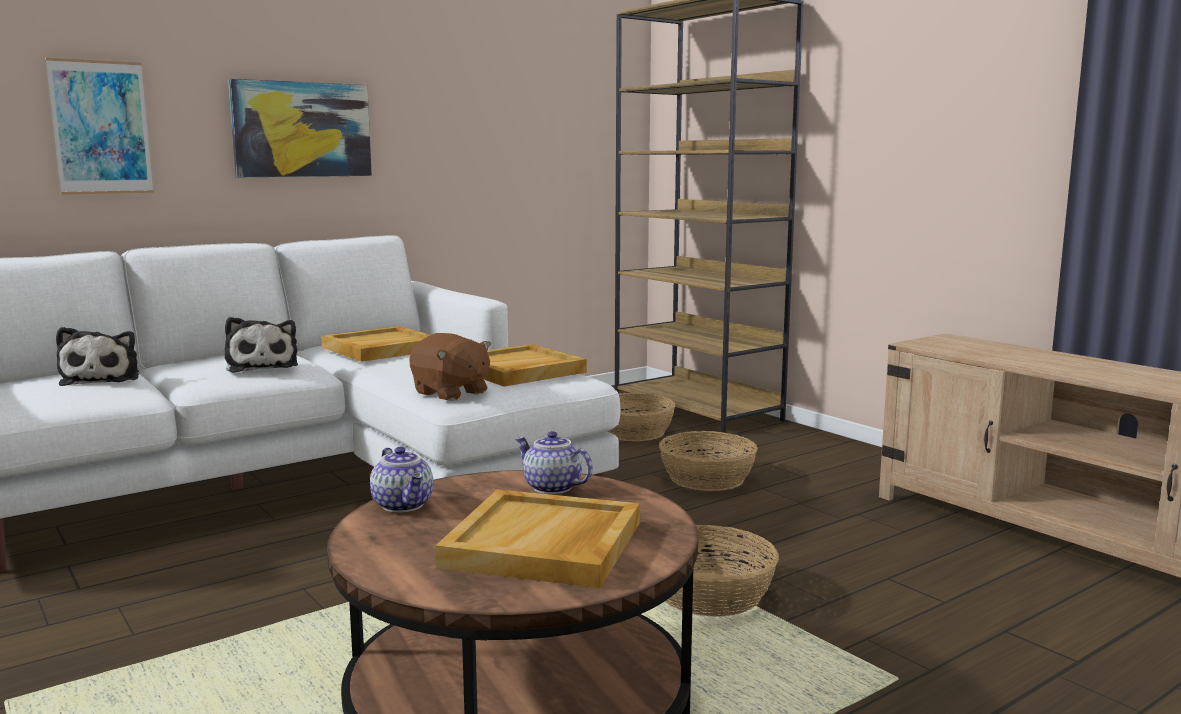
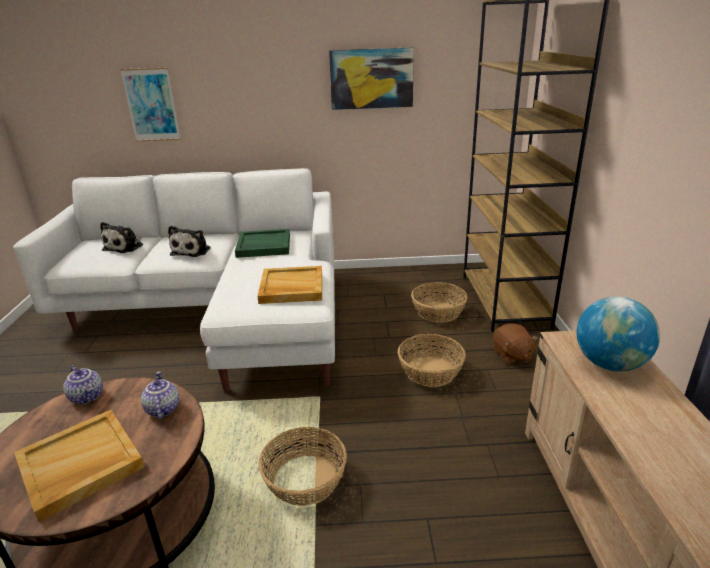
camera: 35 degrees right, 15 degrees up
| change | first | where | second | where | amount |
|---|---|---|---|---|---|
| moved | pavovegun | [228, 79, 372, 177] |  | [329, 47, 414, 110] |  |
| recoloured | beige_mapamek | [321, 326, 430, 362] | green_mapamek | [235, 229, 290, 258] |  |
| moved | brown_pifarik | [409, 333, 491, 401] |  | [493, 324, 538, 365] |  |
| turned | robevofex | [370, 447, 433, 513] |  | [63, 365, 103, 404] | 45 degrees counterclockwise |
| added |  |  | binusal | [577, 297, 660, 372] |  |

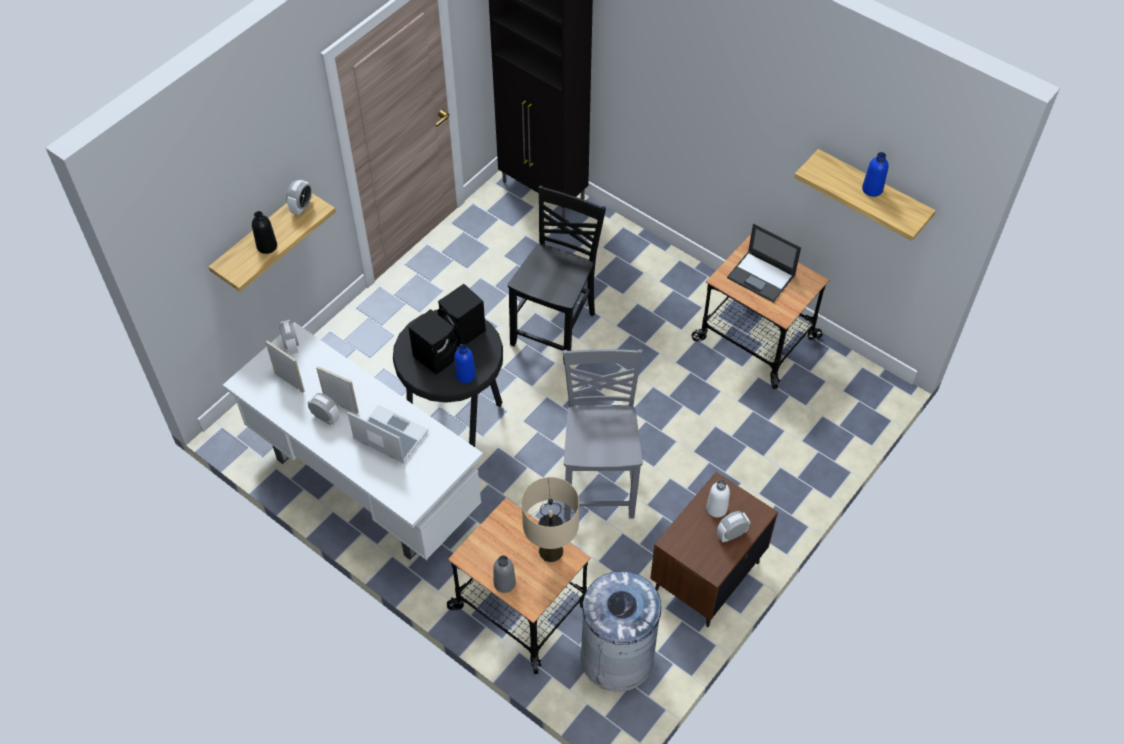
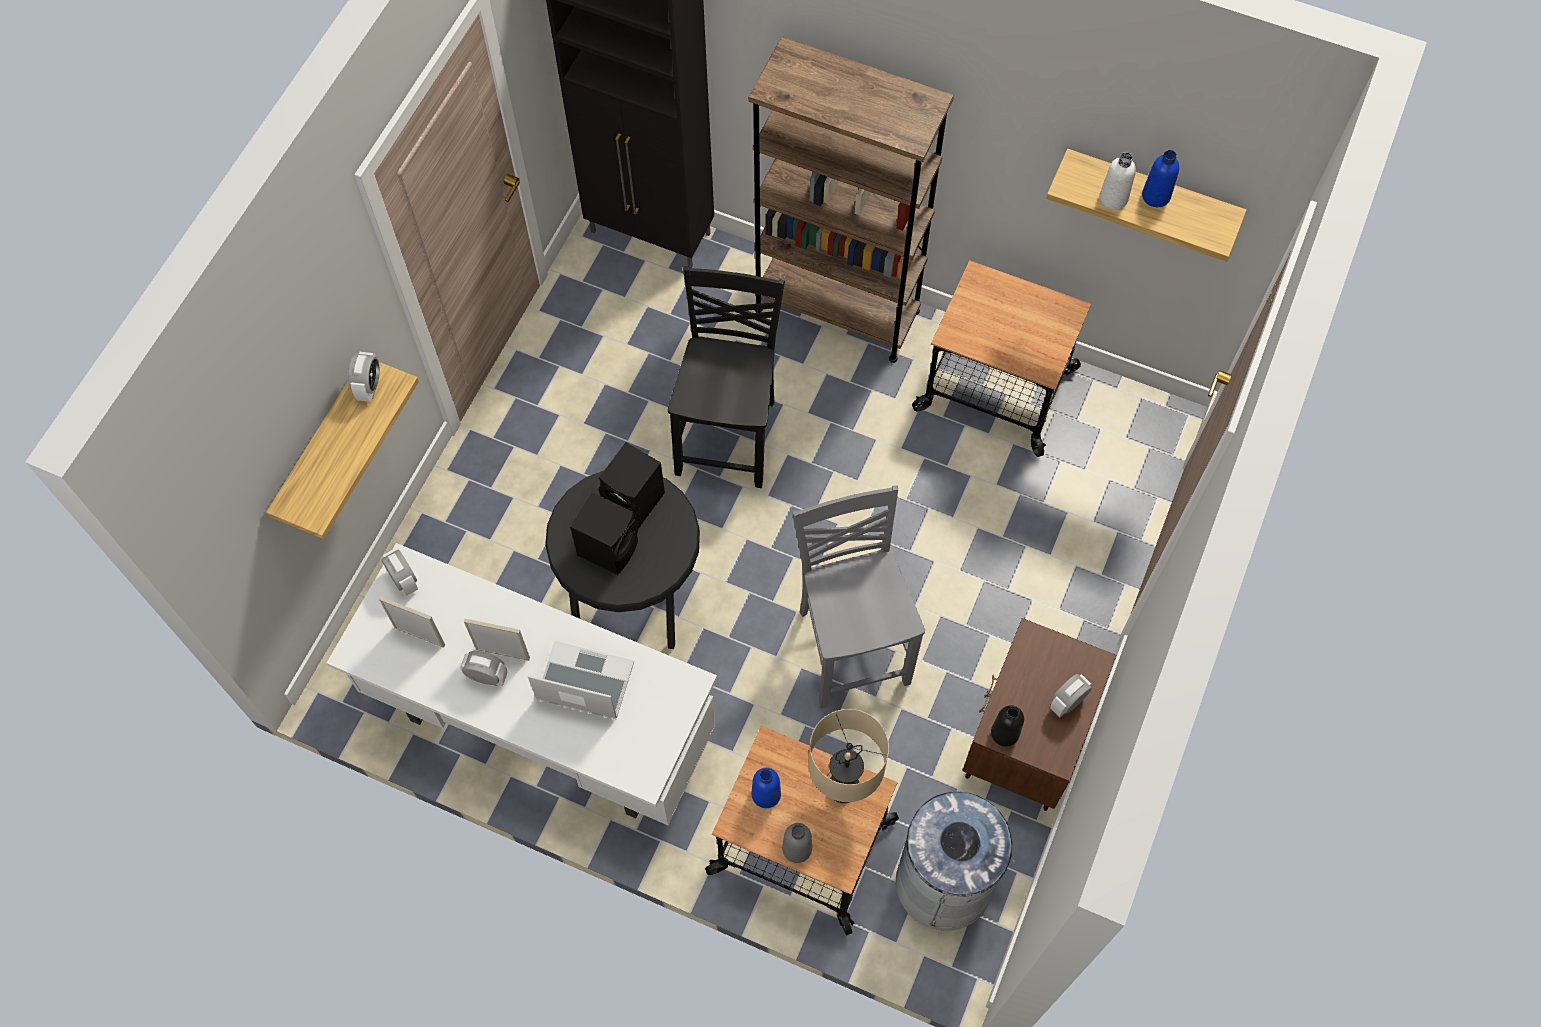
camera: 15 degrees left, 10 degrees up
| change | first | where | second | where | amount |
|---|---|---|---|---|---|
| moved | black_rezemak | [252, 211, 277, 254] |  | [991, 705, 1024, 747] |  |
| removed | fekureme | [727, 224, 801, 303] |  |  |  |
| moved | blue_rezemak | [455, 344, 476, 383] |  | [752, 768, 781, 808] |  |
| moved | white_rezemak | [706, 480, 730, 518] |  | [1100, 152, 1136, 210] |  |
| added |  |  | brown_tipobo | [748, 37, 954, 363] |  |

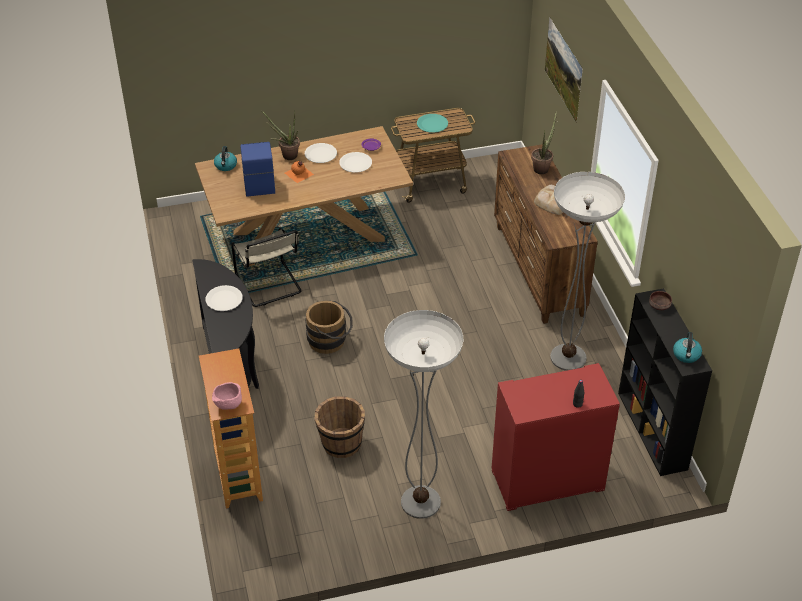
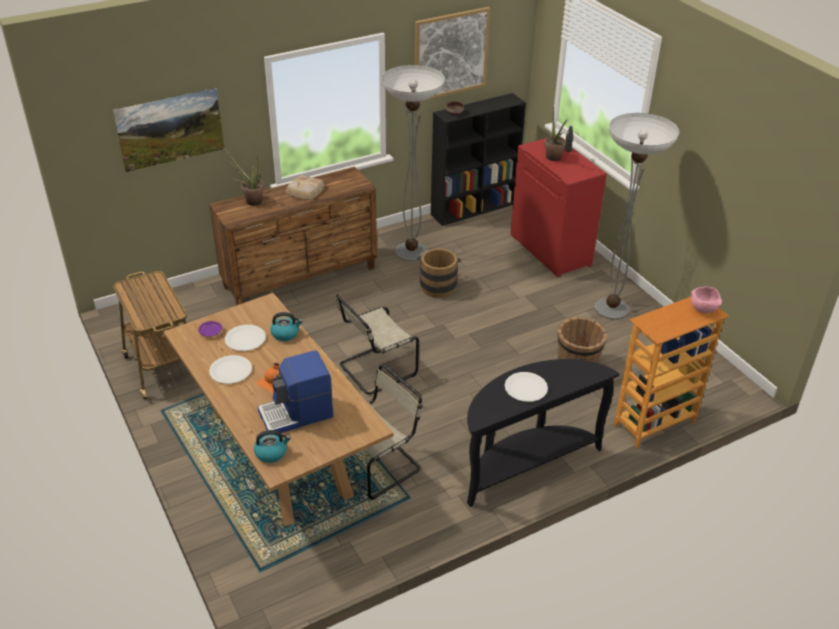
camera: 105 degrees left, 5 degrees down
| change | first | where | second | where | amount |
|---|---|---|---|---|---|
| moved | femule | [261, 110, 300, 160] |  | [544, 107, 567, 161] |  |
| removed | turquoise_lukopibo | [417, 114, 448, 133] |  |  |  |
| moved | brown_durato | [305, 301, 353, 354] |  | [417, 248, 461, 298] |  |
| moved | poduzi | [673, 332, 702, 363] |  | [270, 312, 303, 341] |  |
| added |  |  | pavovegun | [415, 7, 490, 100] |  |
| added |  |  | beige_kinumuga | [336, 294, 419, 395] |  |

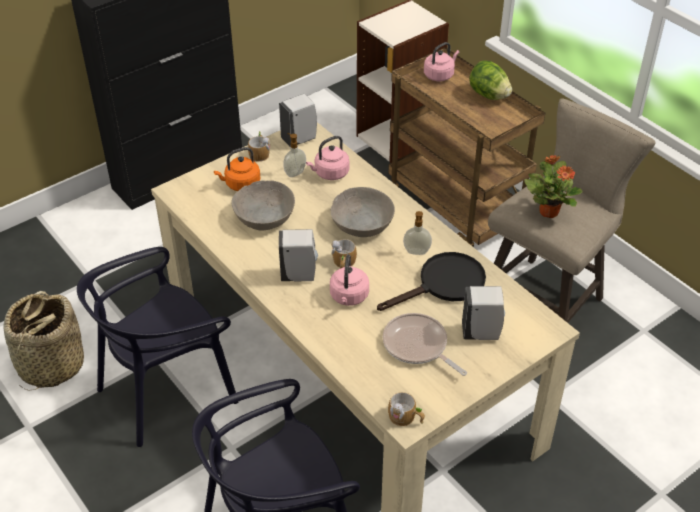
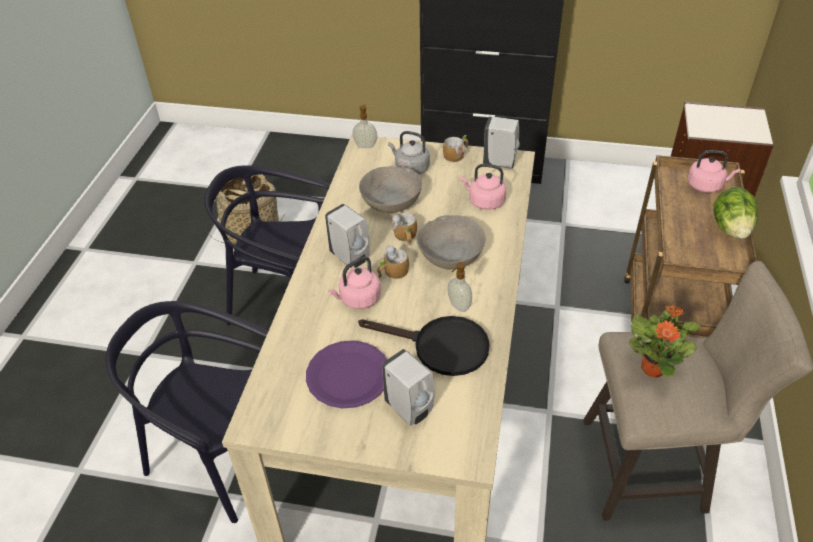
camera: 50 degrees right, 0 degrees up
| change | first | where | second | where | amount |
|---|---|---|---|---|---|
| moved | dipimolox | [283, 133, 306, 177] |  | [352, 104, 377, 148] |  |
| recoloured | orange_poduzi | [214, 147, 260, 191] | grey_poduzi | [388, 131, 430, 175] |  |
| replaced | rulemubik | [383, 313, 467, 376] | purple_lukopibo | [306, 340, 387, 408] |  |
| moved | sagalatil | [388, 392, 425, 426] |  | [392, 213, 417, 245] |  |

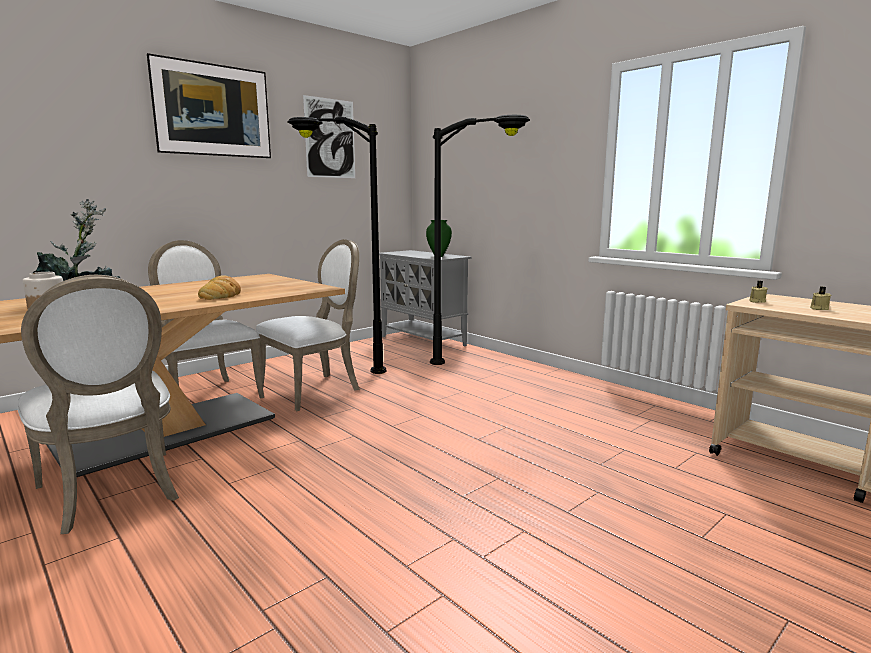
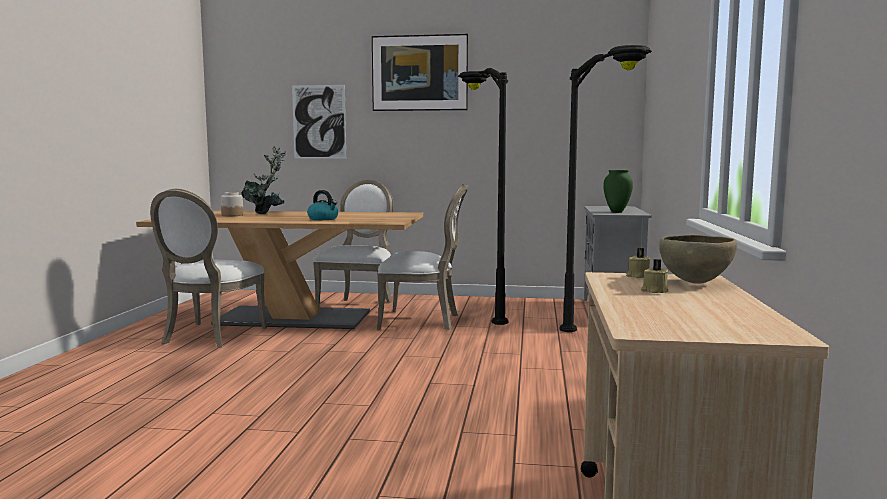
camera: 50 degrees right, 5 degrees down
| change | first | where | second | where | amount |
|---|---|---|---|---|---|
| moved | pavovegun | [303, 95, 355, 178] |  | [292, 85, 346, 159] |  |
| replaced | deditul | [198, 275, 241, 300] | poduzi | [307, 190, 338, 220] |  |
| added |  |  | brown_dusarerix | [659, 235, 737, 284] |  |

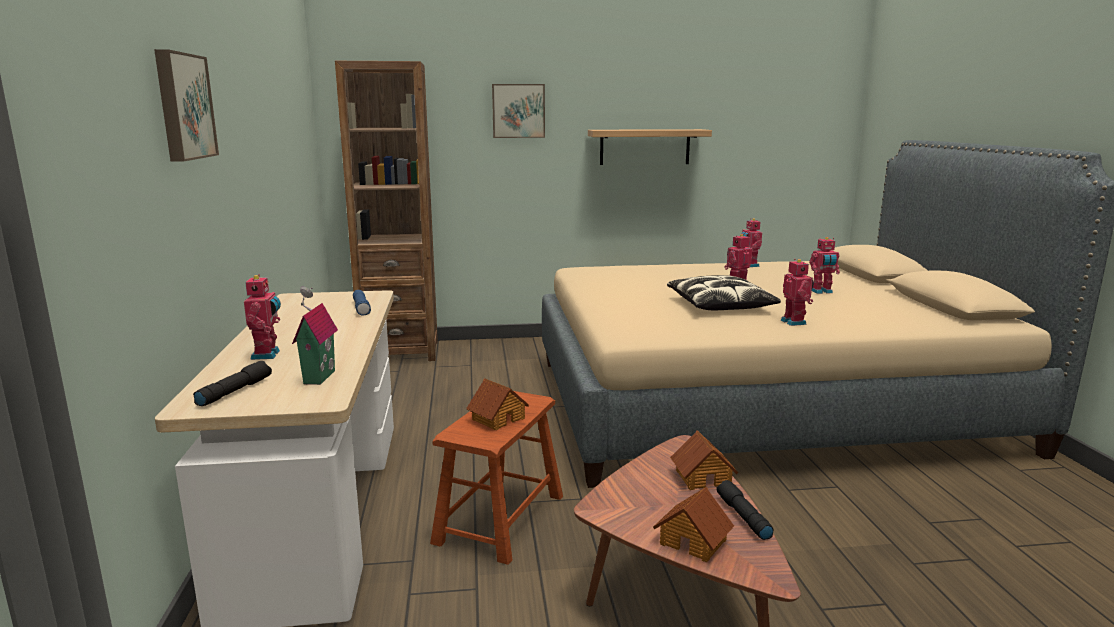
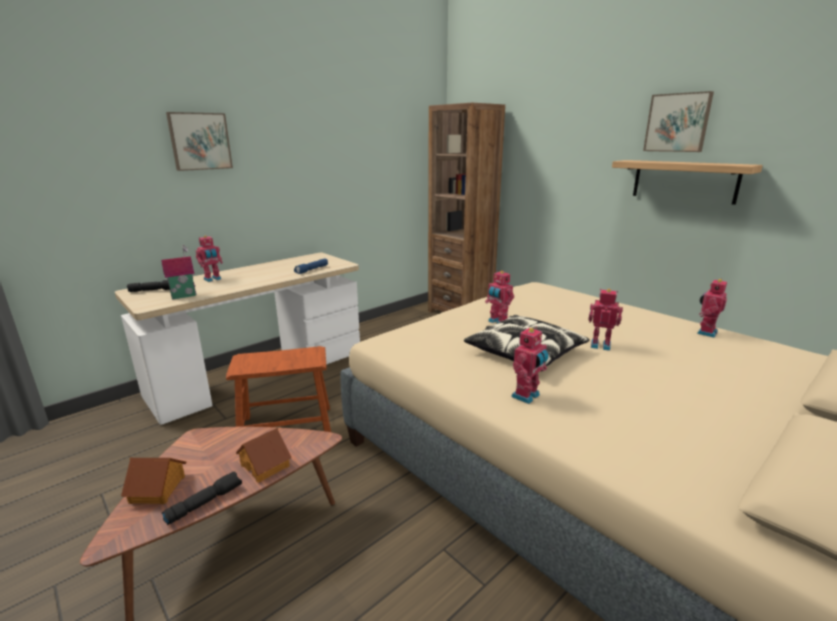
camera: 55 degrees right, 5 degrees up
| change | first | where | second | where | amount |
|---|---|---|---|---|---|
| moved | pavovegun | [492, 84, 545, 138] |  | [643, 91, 714, 152] |  |
| moved | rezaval | [809, 237, 840, 294] |  | [485, 270, 514, 324] |  |
| removed | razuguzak | [466, 378, 529, 430] |  |  |  |

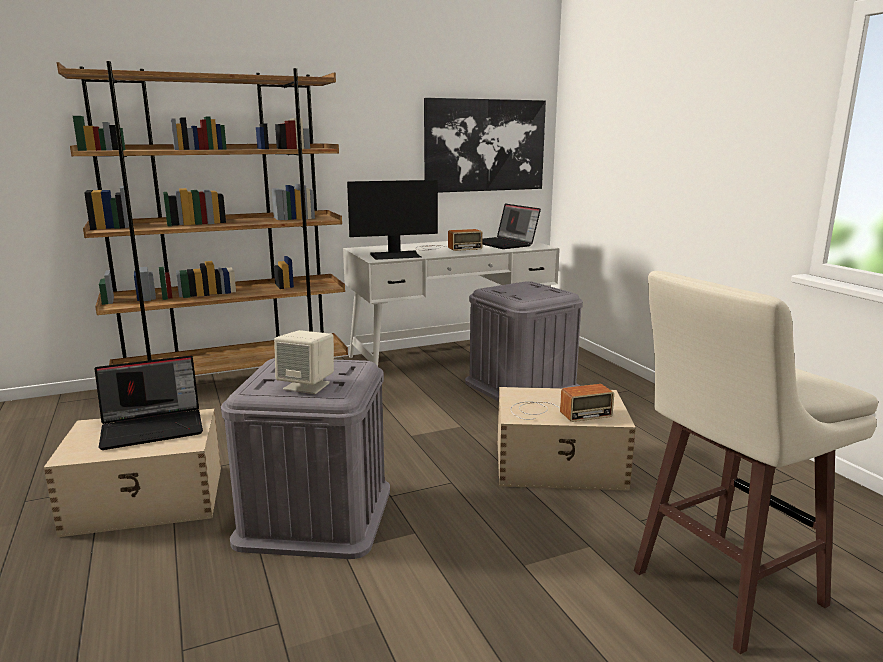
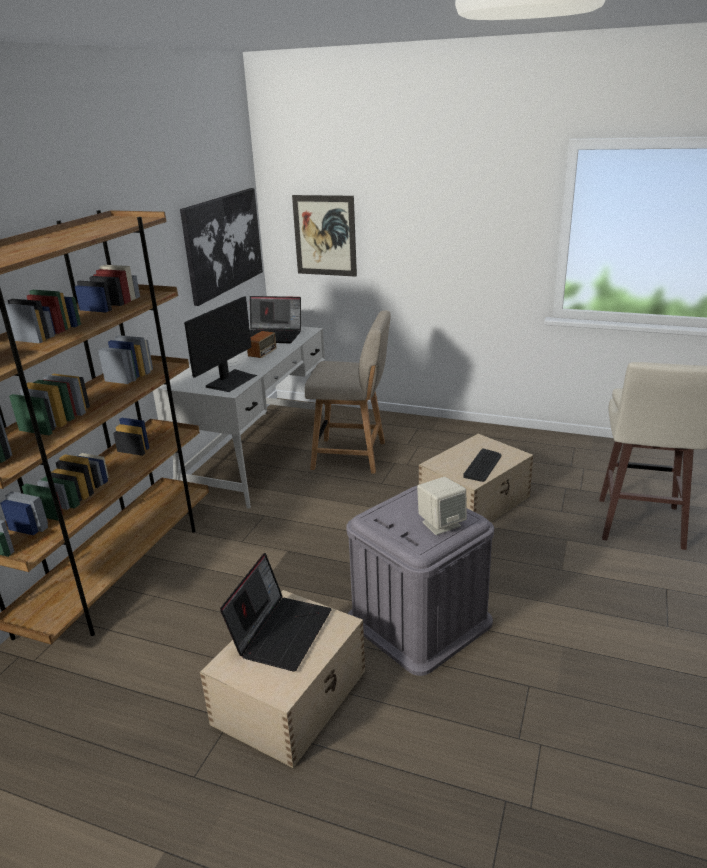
camera: 45 degrees left, 10 degrees up
| change | first | where | second | where | amount |
|---|---|---|---|---|---|
| replaced | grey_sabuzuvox | [465, 281, 583, 402] | beige_kinumuga | [305, 311, 391, 474] |  |
| replaced | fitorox | [511, 384, 614, 422] | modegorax | [463, 449, 501, 482] |  |
| added |  |  | pavovegun | [292, 195, 357, 277] |  |

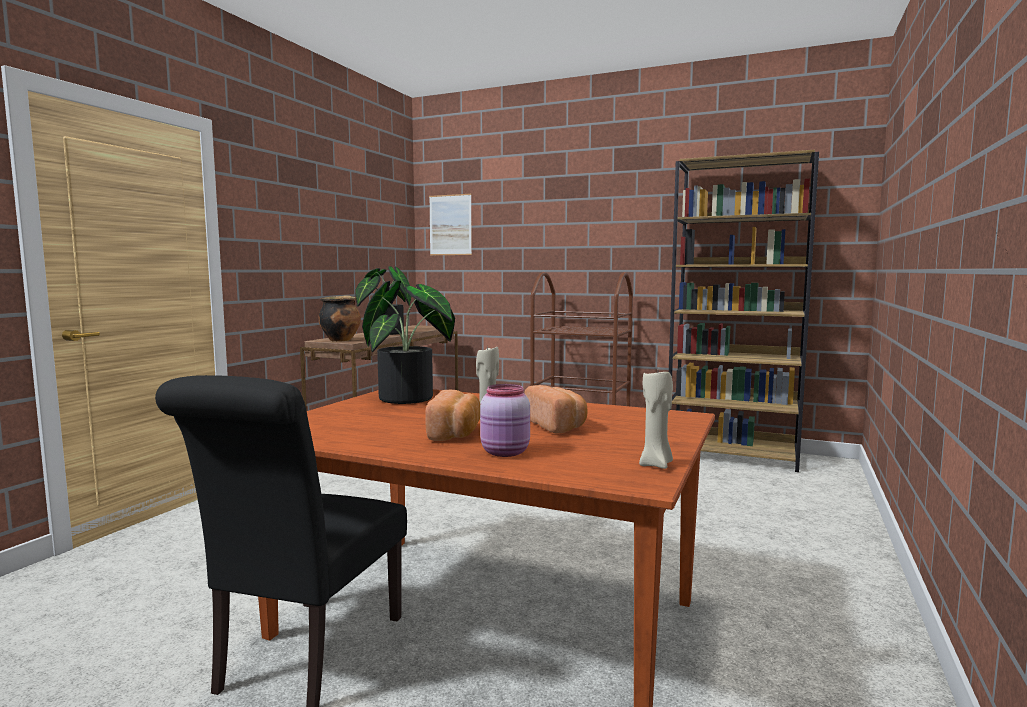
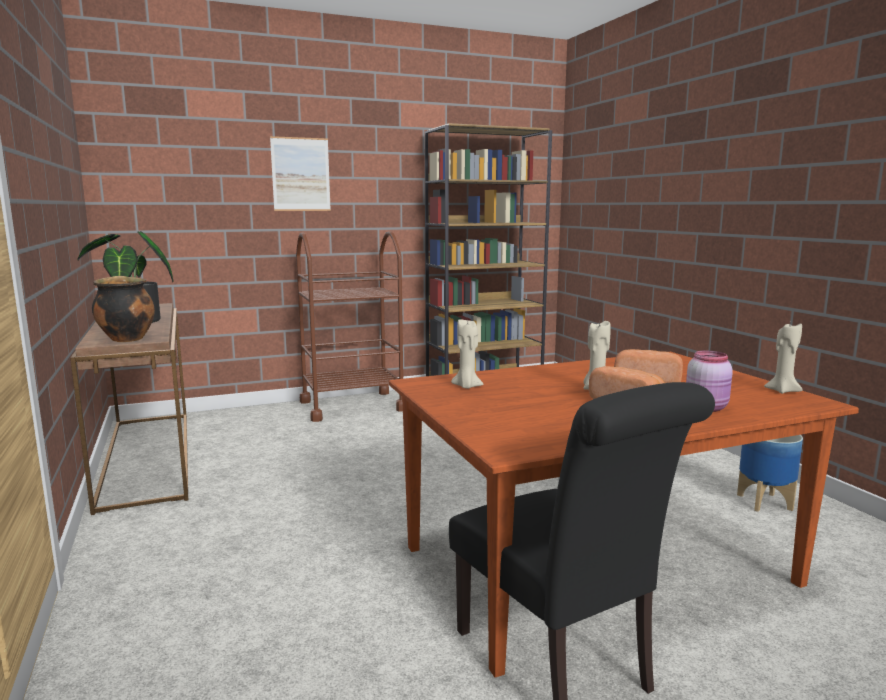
camera: 45 degrees left, 5 degrees up
| change | first | where | second | where | amount |
|---|---|---|---|---|---|
| moved | pavovegun | [429, 194, 472, 255] |  | [270, 136, 331, 211] |  |
| replaced | femule | [362, 280, 455, 404] | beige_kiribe | [451, 319, 484, 389] |  |
| added |  |  | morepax | [737, 435, 803, 512] |  |

